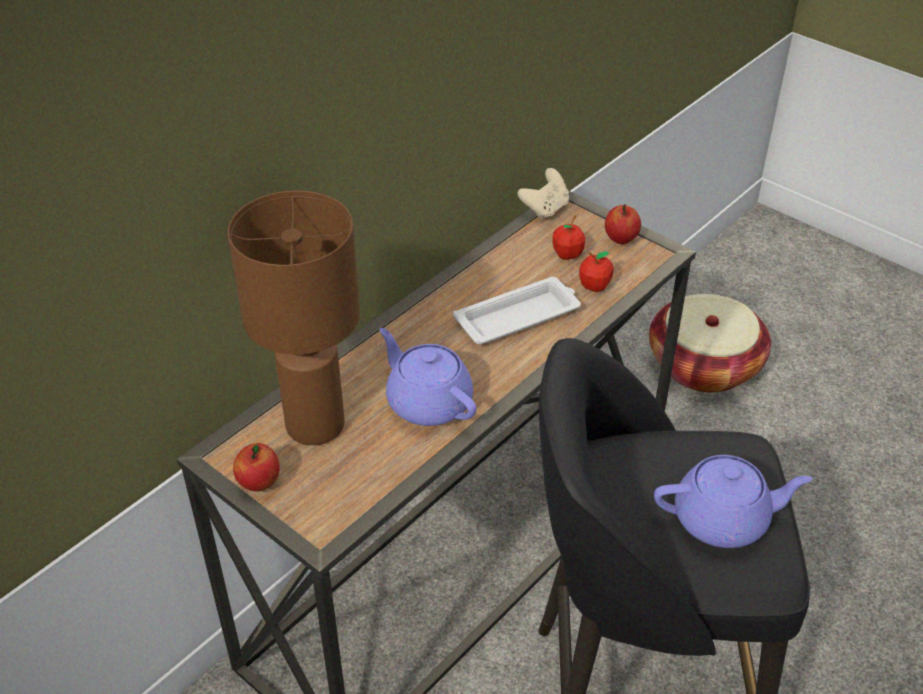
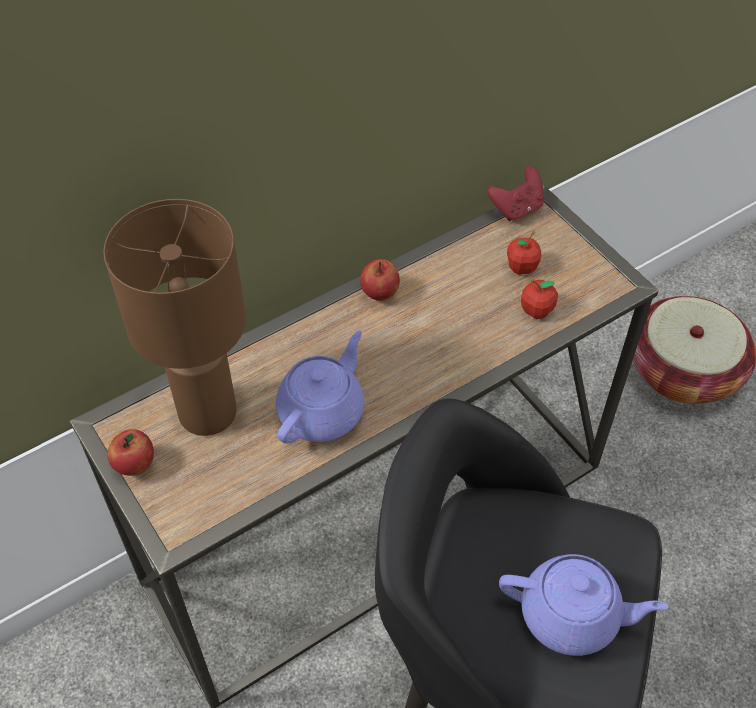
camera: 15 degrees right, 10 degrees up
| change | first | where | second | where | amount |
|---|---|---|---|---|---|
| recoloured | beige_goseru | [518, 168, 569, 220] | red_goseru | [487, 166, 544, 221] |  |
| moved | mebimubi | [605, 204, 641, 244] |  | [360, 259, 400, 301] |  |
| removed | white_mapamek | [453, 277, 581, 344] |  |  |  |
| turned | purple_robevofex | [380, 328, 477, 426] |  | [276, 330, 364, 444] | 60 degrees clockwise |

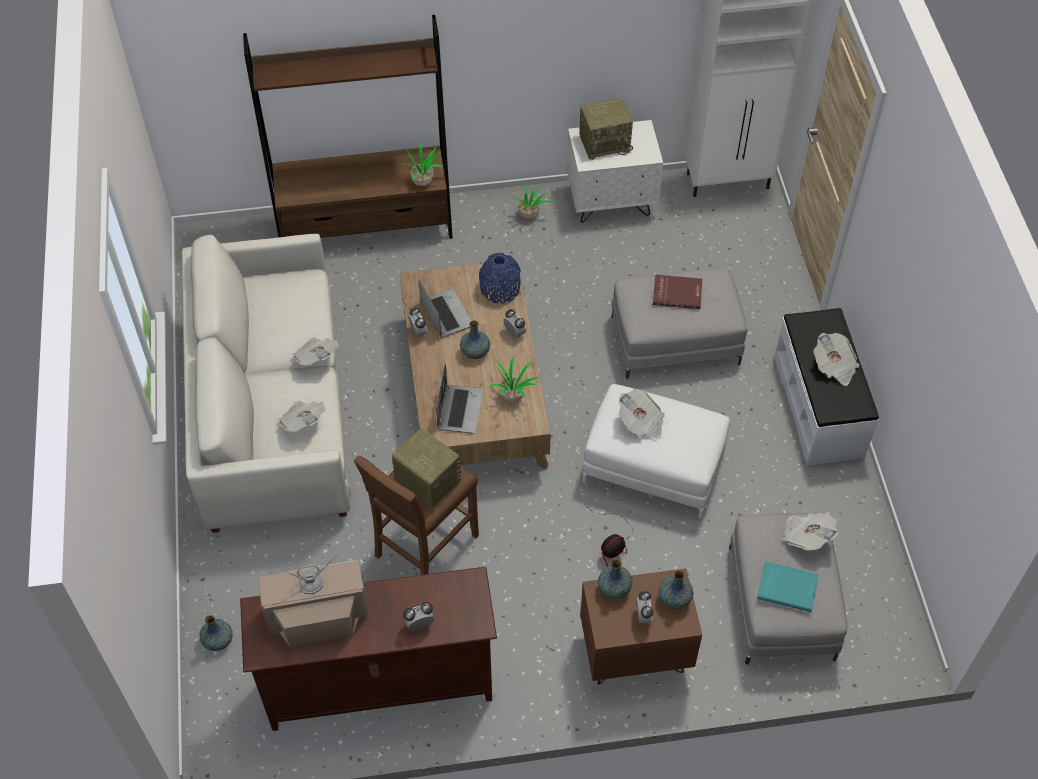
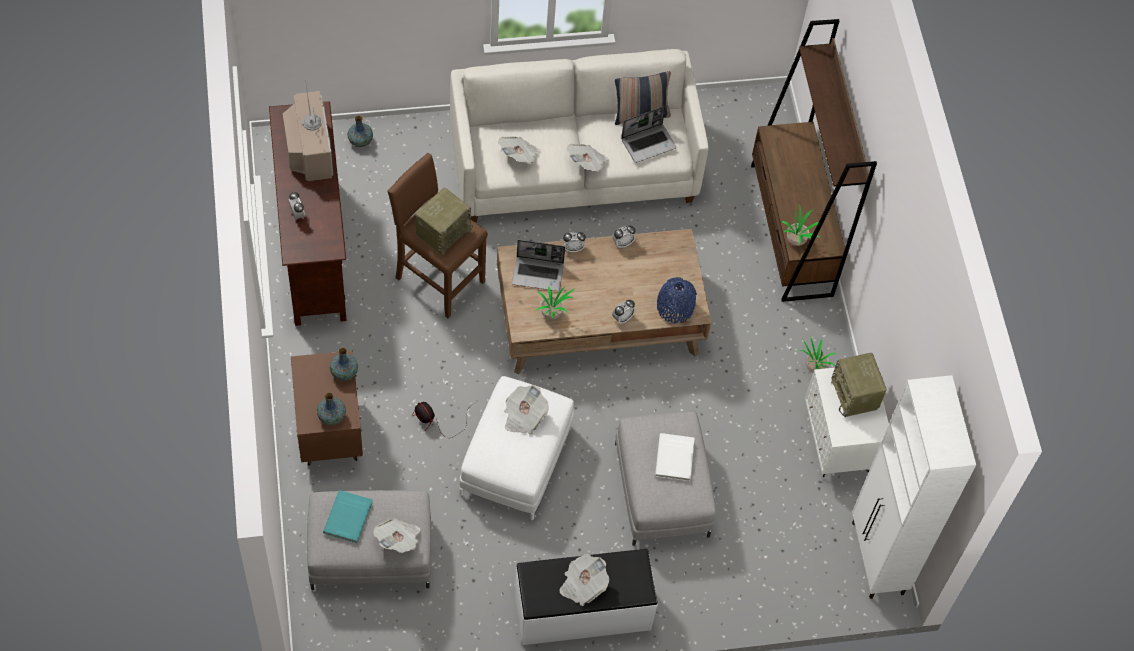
camera: 85 degrees right, 5 degrees up
| change | first | where | second | where | amount |
|---|---|---|---|---|---|
| recoloured | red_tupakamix | [653, 274, 702, 309] | white_tupakamix | [655, 433, 695, 481] |  |
| moved | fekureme | [418, 279, 472, 338] |  | [621, 106, 676, 163] |  |
| removed | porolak | [460, 321, 490, 359] |  |  |  |
| moved | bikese | [636, 591, 653, 624] |  | [563, 232, 586, 252] |  |
| added |  |  | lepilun | [615, 71, 671, 125] |  |

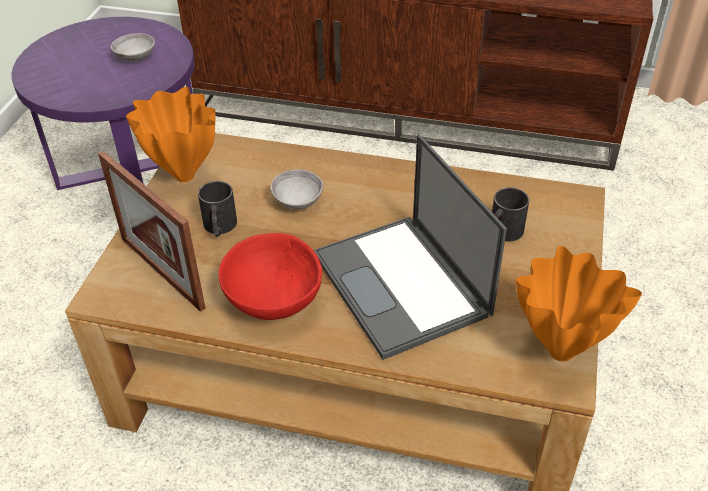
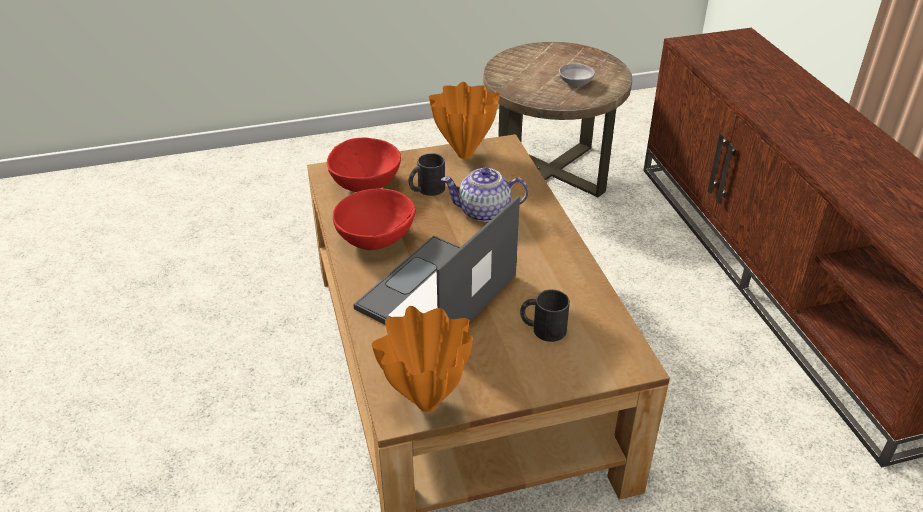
camera: 60 degrees right, 5 degrees down
| change | first | where | second | where | amount |
|---|---|---|---|---|---|
| recoloured | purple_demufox | [11, 17, 195, 190] | brown_demufox | [483, 42, 632, 197] |  |
| replaced | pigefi | [98, 151, 206, 312] | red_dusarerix | [327, 137, 401, 192] |  |
| replaced | grey_dusarerix | [271, 169, 323, 209] | robevofex | [441, 168, 529, 222] |  |

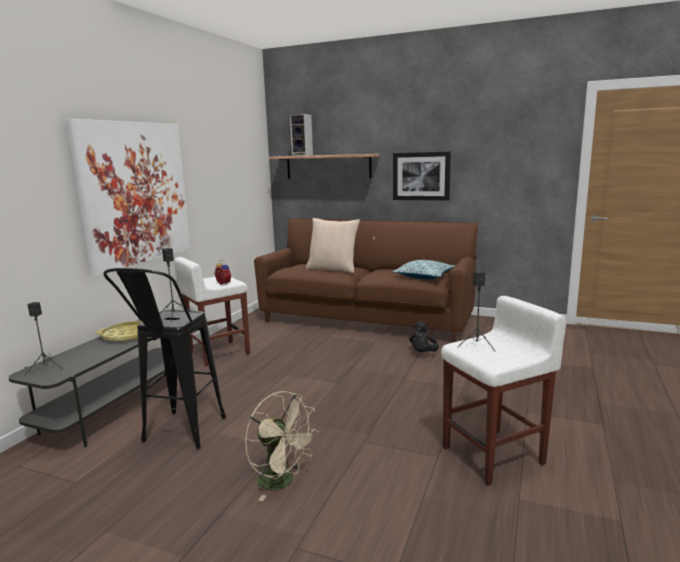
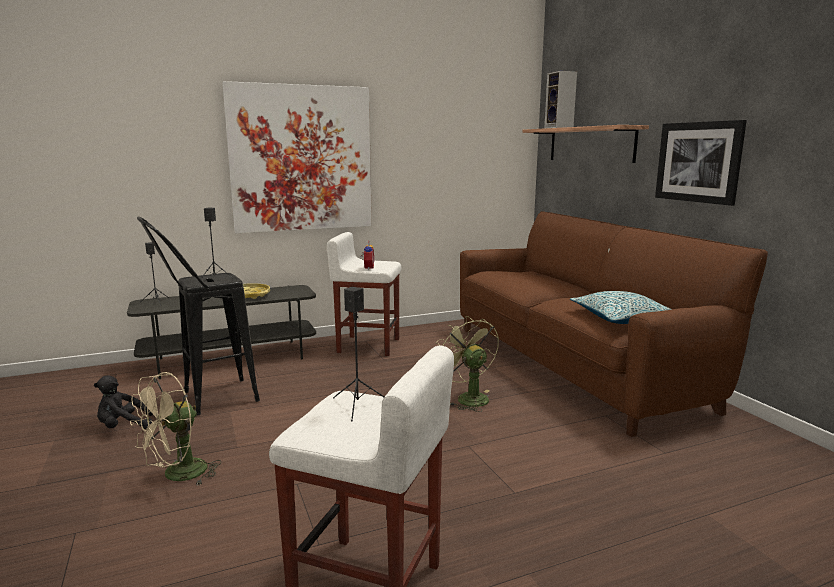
camera: 45 degrees right, 0 degrees up
| change | first | where | second | where | amount |
|---|---|---|---|---|---|
| removed | beige_lepilun | [306, 218, 360, 273] |  |  |  |
| moved | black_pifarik | [409, 321, 439, 352] |  | [94, 375, 153, 429] |  |
| turned | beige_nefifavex | [245, 391, 318, 501] |  | [130, 372, 222, 485] | 45 degrees clockwise |
| added |  |  | green_nefifavex | [437, 316, 499, 412] |  |

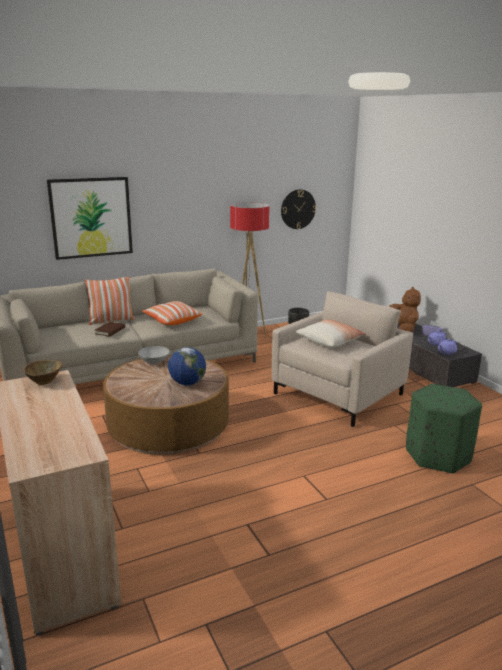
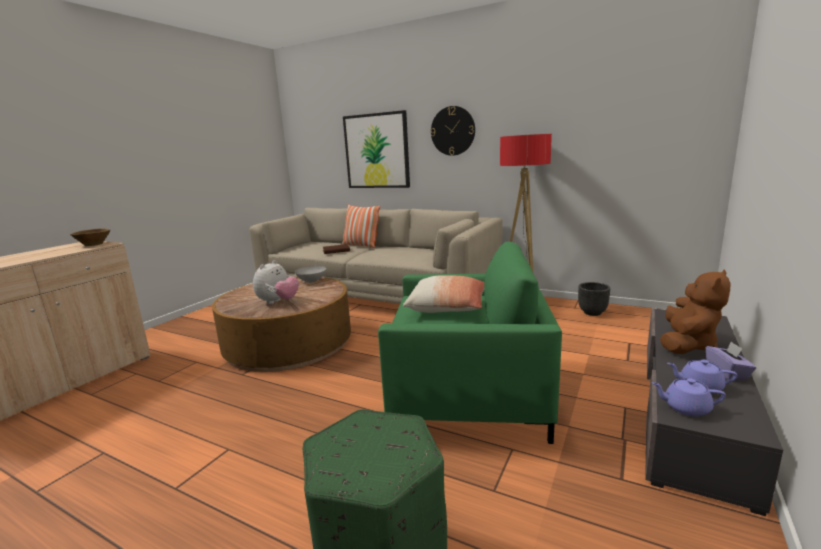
camera: 55 degrees right, 5 degrees down
| change | first | where | second | where | amount |
|---|---|---|---|---|---|
| moved | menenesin | [281, 189, 316, 229] |  | [430, 106, 475, 156] |  |
| recoloured | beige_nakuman | [272, 292, 413, 427] | green_nakuman | [378, 241, 562, 444] |  |
| removed | lepilun | [142, 301, 203, 325] |  |  |  |
| replaced | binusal | [168, 347, 206, 385] | pifarik | [253, 260, 299, 304] |  |

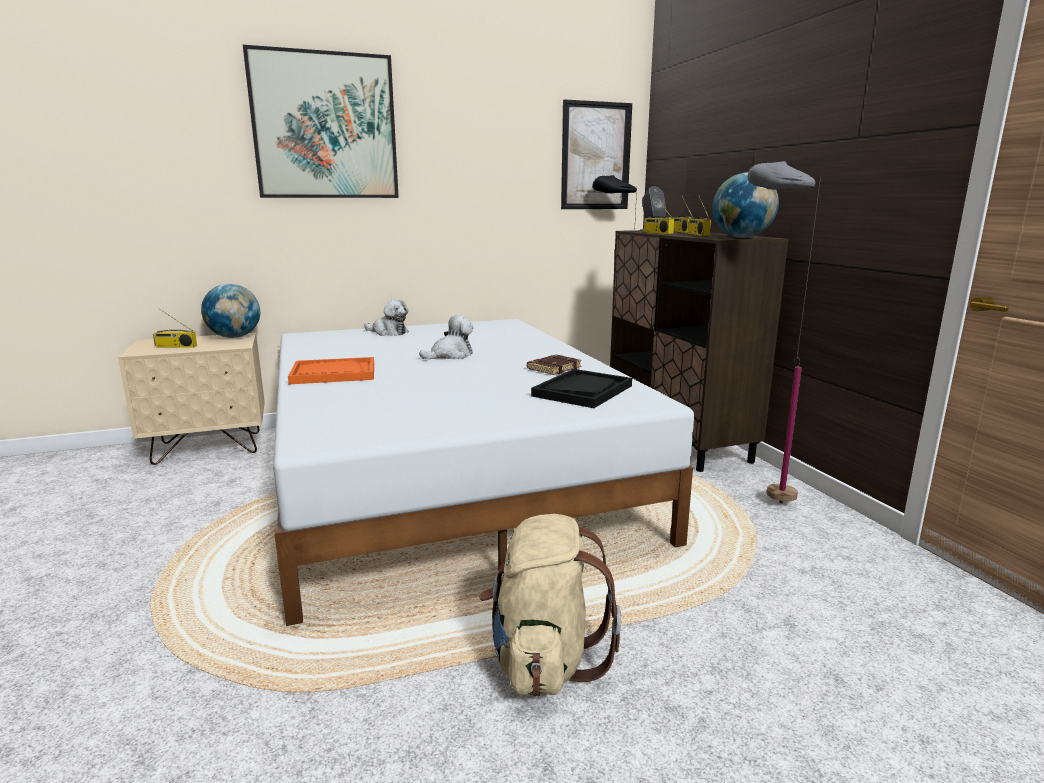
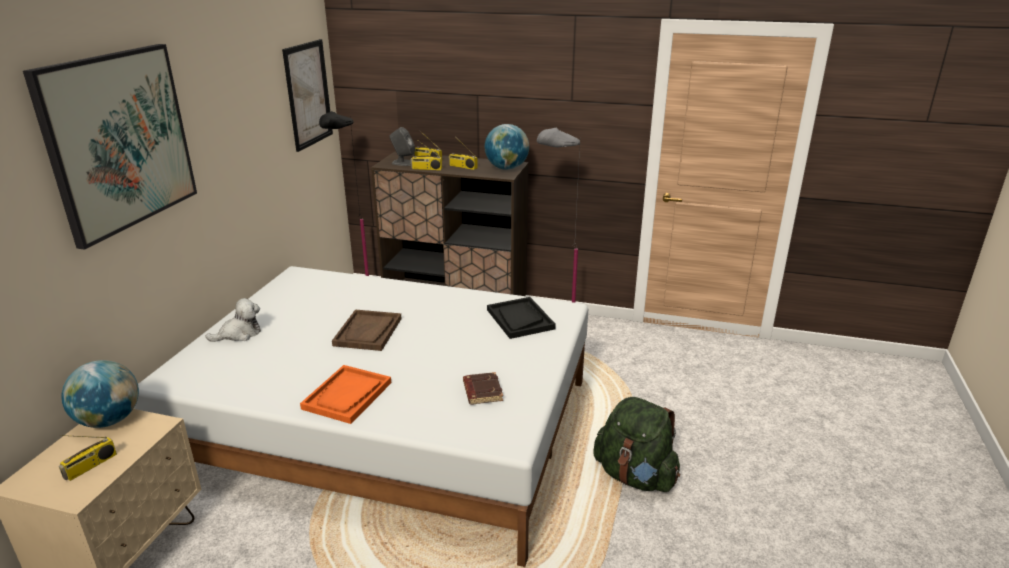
camera: 55 degrees left, 10 degrees up
| change | first | where | second | where | amount |
|---|---|---|---|---|---|
| replaced | pifarik | [419, 315, 473, 359] | brown_mapamek | [332, 309, 402, 351] |  |
| moved | brown_tupakamix | [527, 355, 582, 375] |  | [463, 372, 503, 405] |  |
| recoloured | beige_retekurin | [479, 514, 621, 697] | green_retekurin | [593, 397, 680, 492] |  |

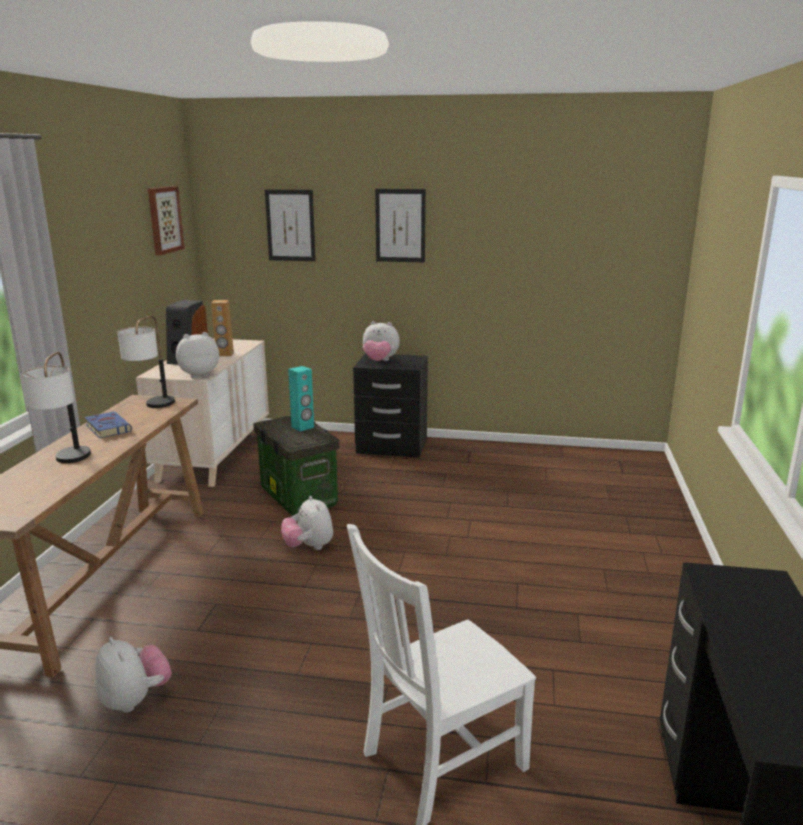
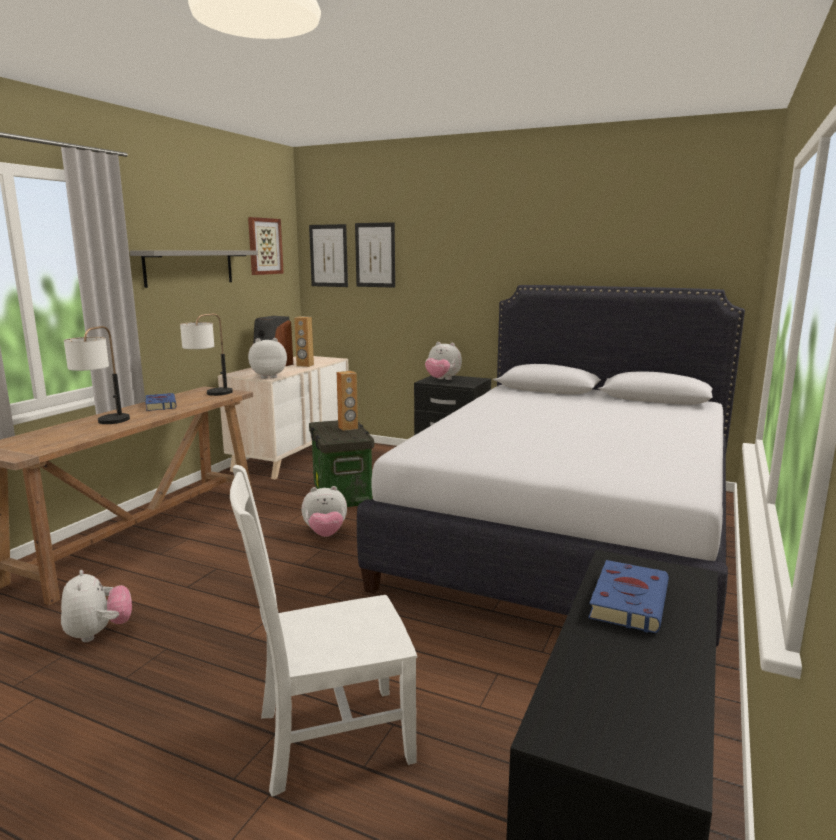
camera: 15 degrees right, 5 degrees down
| change | first | where | second | where | amount |
|---|---|---|---|---|---|
| moved | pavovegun | [375, 189, 426, 263] |  | [309, 224, 348, 287] |  |
| recoloured | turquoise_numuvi | [288, 366, 314, 431] | brown_numuvi | [337, 371, 358, 431] |  |
| turned | pifarik | [281, 496, 333, 550] |  | [301, 486, 347, 537] | 90 degrees counterclockwise |
| added |  |  | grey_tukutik | [130, 251, 258, 288] |  |
| added |  |  | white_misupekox | [357, 285, 745, 647] |  |
| added |  |  | blue_tupakamix | [589, 560, 669, 633] |  |

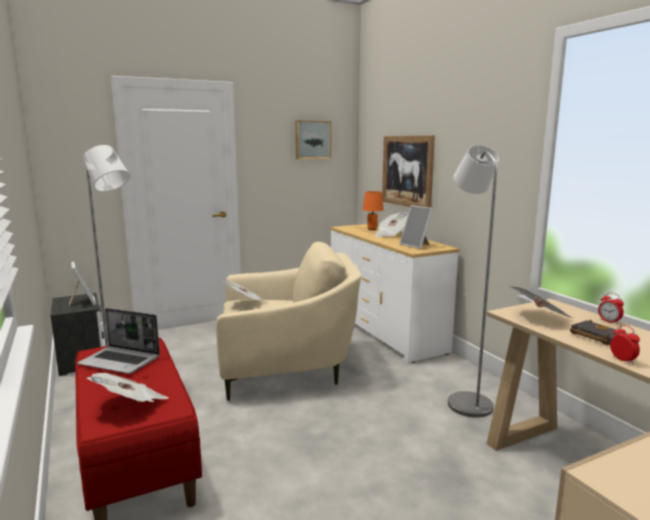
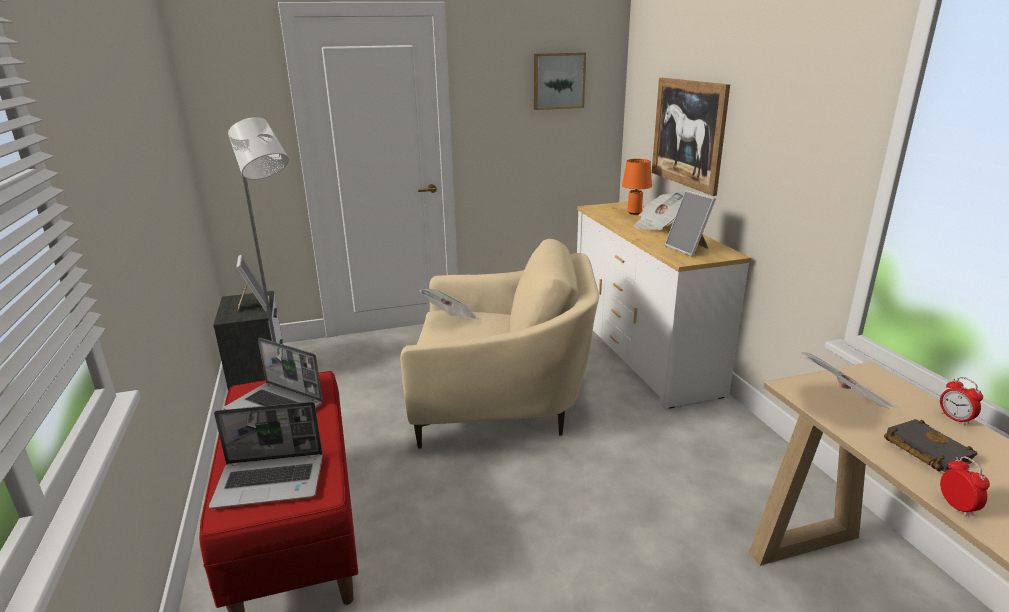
camera: 10 degrees right, 10 degrees up
| change | first | where | second | where | amount |
|---|---|---|---|---|---|
| removed | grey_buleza | [448, 145, 499, 418] |  |  |  |
| replaced | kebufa | [87, 373, 169, 402] | fekureme | [209, 402, 323, 509] |  |

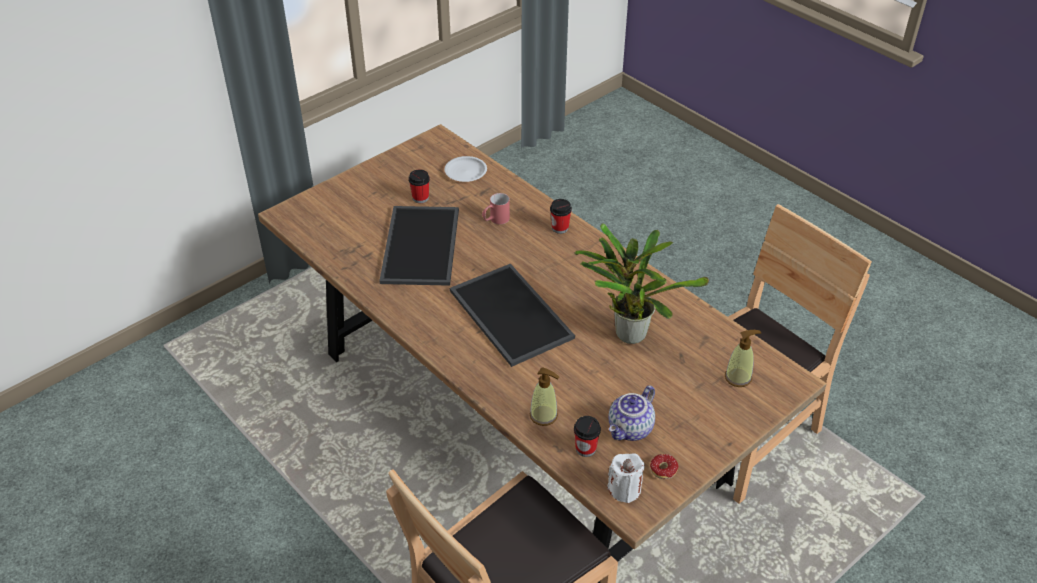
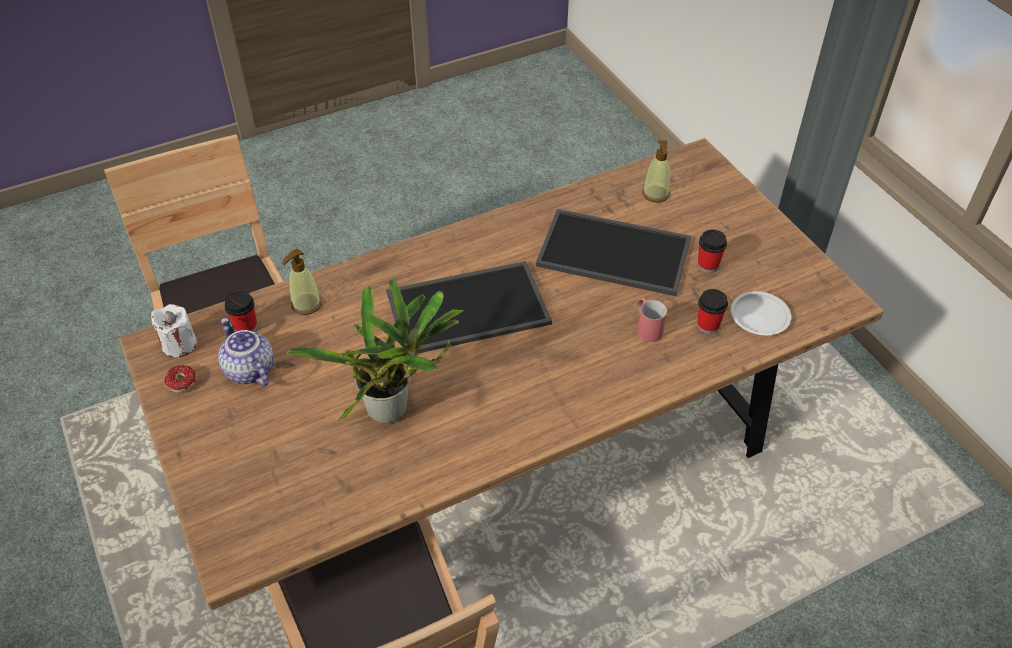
camera: 105 degrees right, 5 degrees up
| change | first | where | second | where | amount |
|---|---|---|---|---|---|
| moved | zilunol | [550, 199, 572, 234] |  | [697, 289, 728, 334] |  |
| moved | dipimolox | [725, 330, 761, 387] |  | [642, 140, 671, 203] |  |

